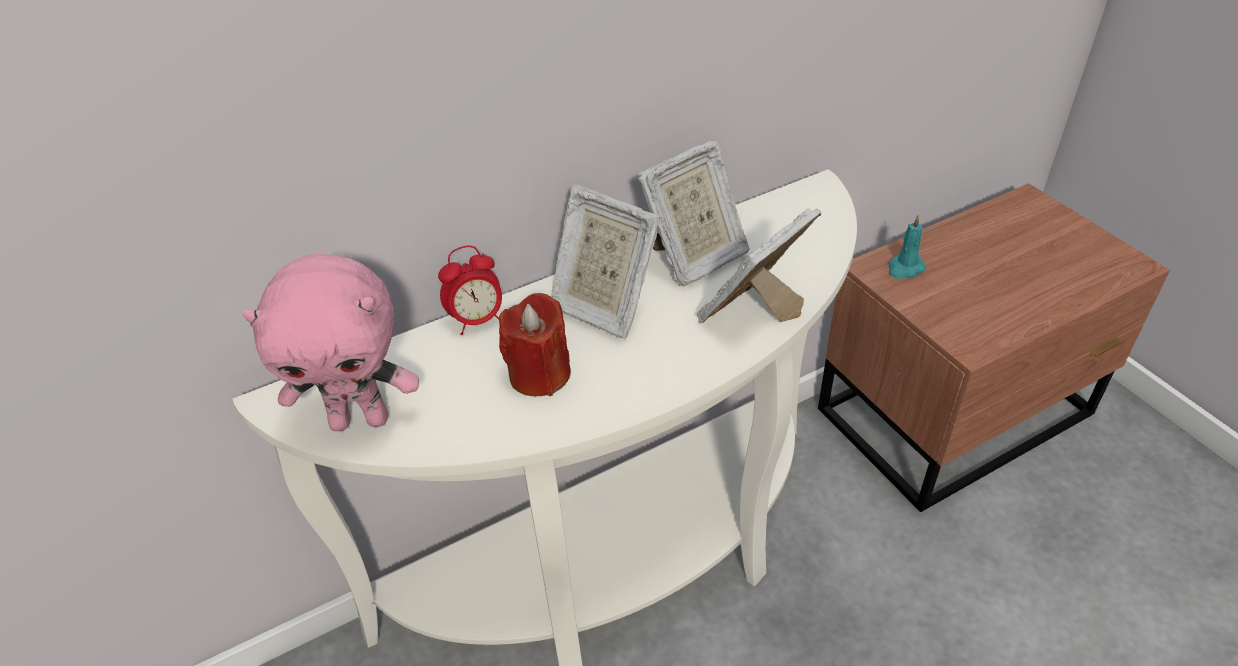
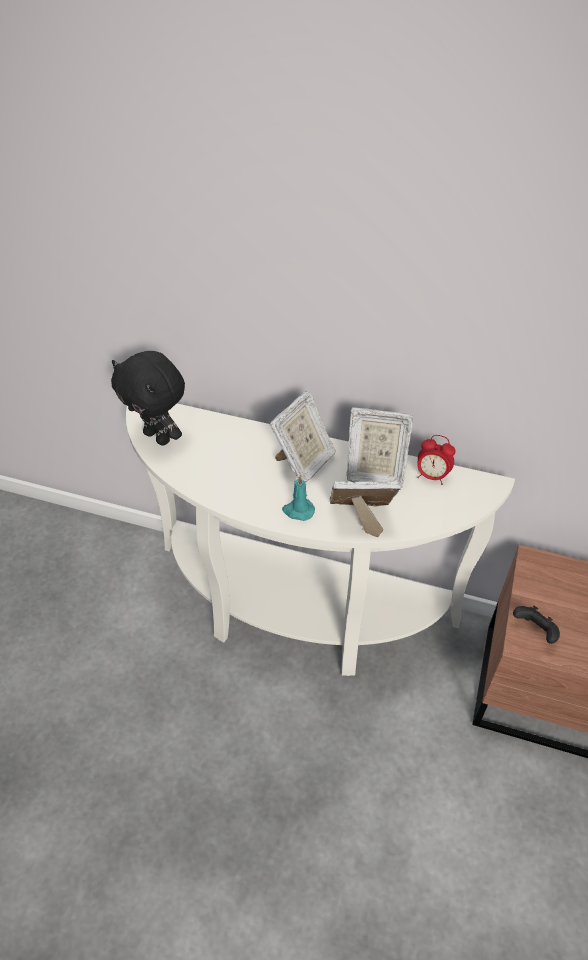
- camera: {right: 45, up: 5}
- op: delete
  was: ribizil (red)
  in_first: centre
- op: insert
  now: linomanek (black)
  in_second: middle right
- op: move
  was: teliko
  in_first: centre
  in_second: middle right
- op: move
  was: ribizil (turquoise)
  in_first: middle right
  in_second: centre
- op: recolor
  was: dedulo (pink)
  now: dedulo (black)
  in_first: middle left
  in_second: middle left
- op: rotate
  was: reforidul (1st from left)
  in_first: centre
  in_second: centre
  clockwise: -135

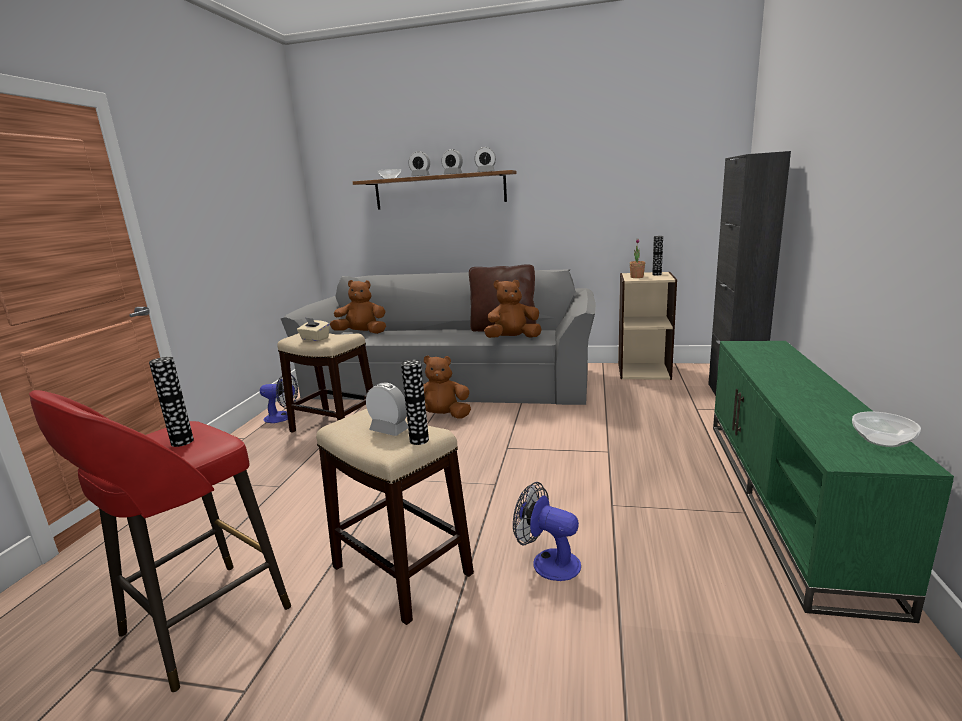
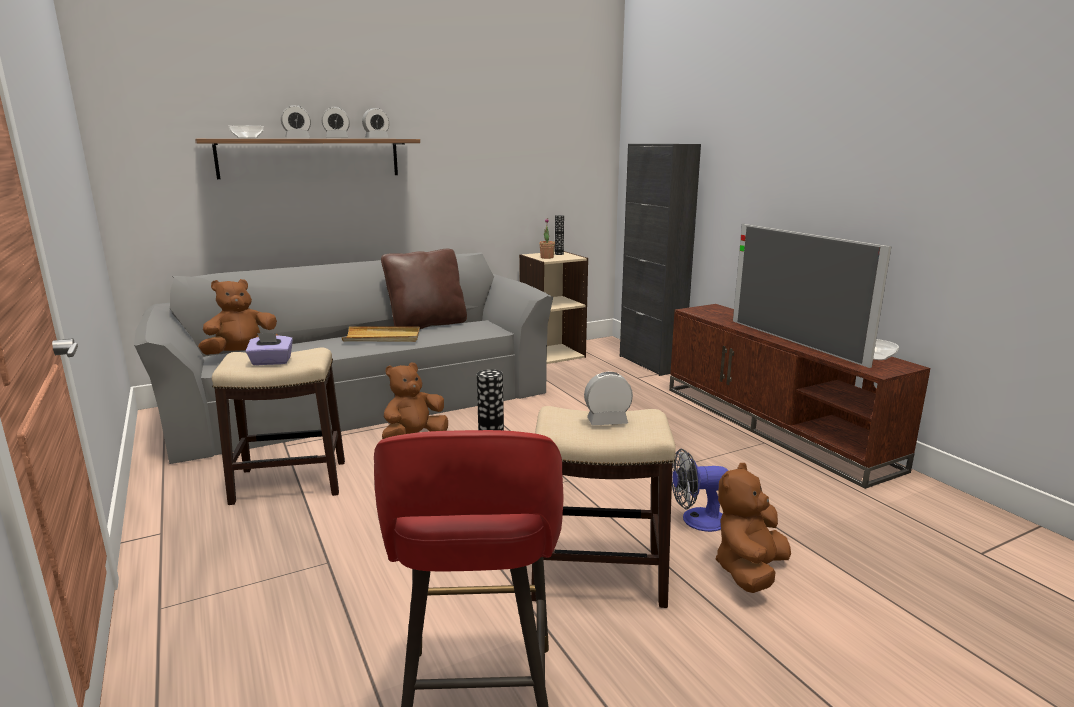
- camera: {right: -40, up: 0}
- op: delete
  was: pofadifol (1st from left)
  in_first: middle left
- op: delete
  was: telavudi (2nd from left)
  in_first: centre
- op: insert
  now: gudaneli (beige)
  in_second: centre
- op: insert
  now: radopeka
  in_second: middle right
- op: move
  was: dedulo (brown) (3rd from left)
  in_first: centre
  in_second: bottom right
- op: recolor
  was: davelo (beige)
  now: davelo (purple)
  in_first: middle left
  in_second: middle left
- op: recolor
  was: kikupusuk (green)
  now: kikupusuk (brown)
  in_first: bottom right
  in_second: middle right

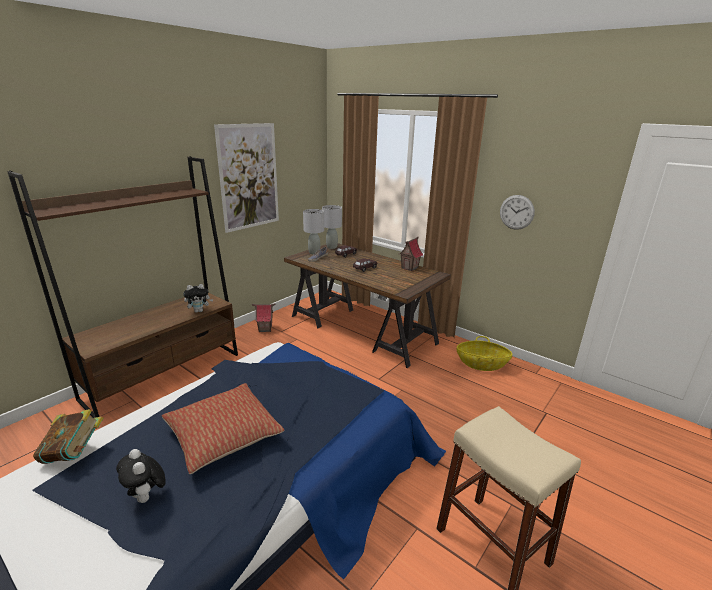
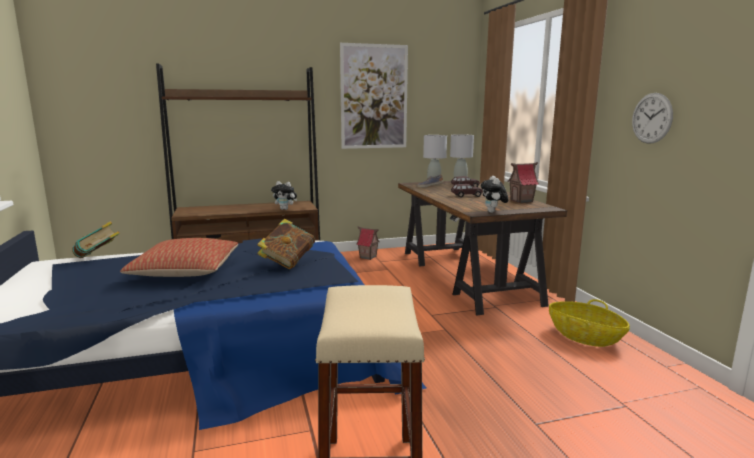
- camera: {right: 35, up: -10}
- op: insert
  now: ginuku (2nd from left)
  in_second: centre
- op: move
  was: dedulo (1st from left in the first image)
  now: dedulo (2nd from left)
  in_first: bottom left
  in_second: centre

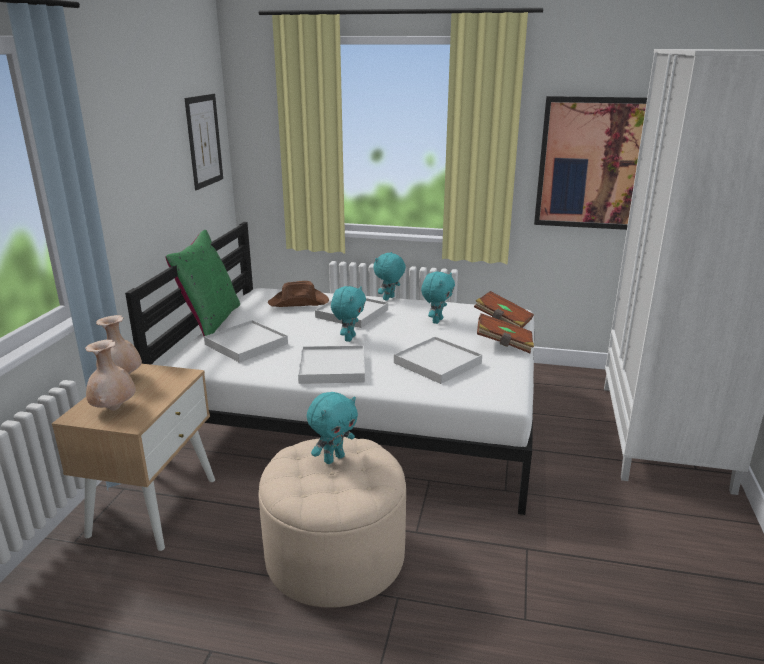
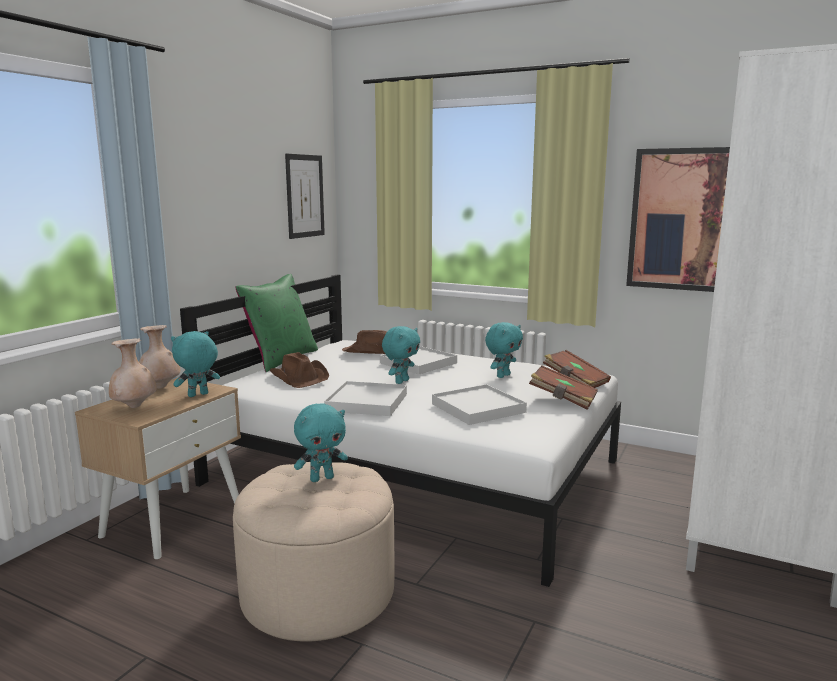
- camera: {right: 15, up: -10}
- op: move
  was: dedulo (turquoise) (3rd from left in the first image)
  now: dedulo (turquoise) (1st from left)
  in_first: centre
  in_second: middle left
- op: replace
  was: gudaneli (white) (1st from left)
  now: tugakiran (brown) (1st from left)
  in_first: middle left
  in_second: centre

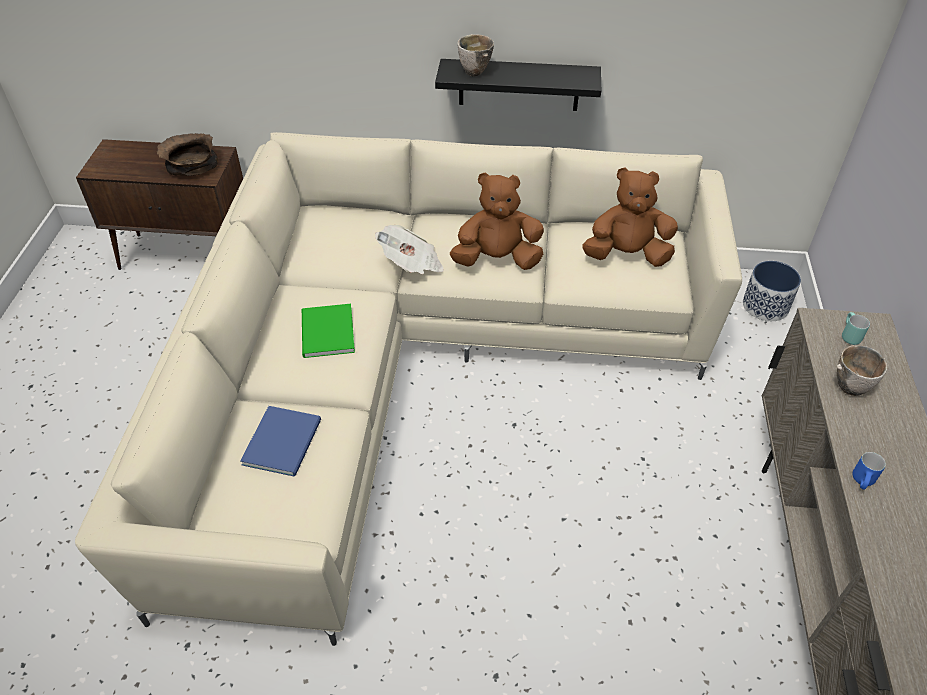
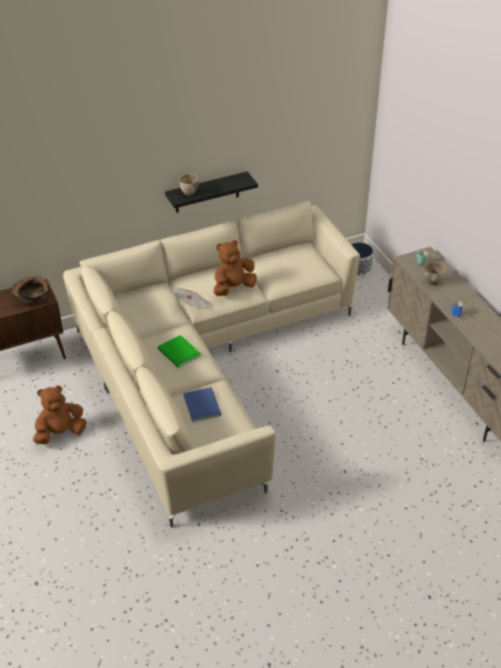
- camera: {right: -30, up: -5}
- op: move
  was: dedulo (brown) (2nd from left in the first image)
  now: dedulo (brown) (1st from left)
  in_first: top right
  in_second: middle left

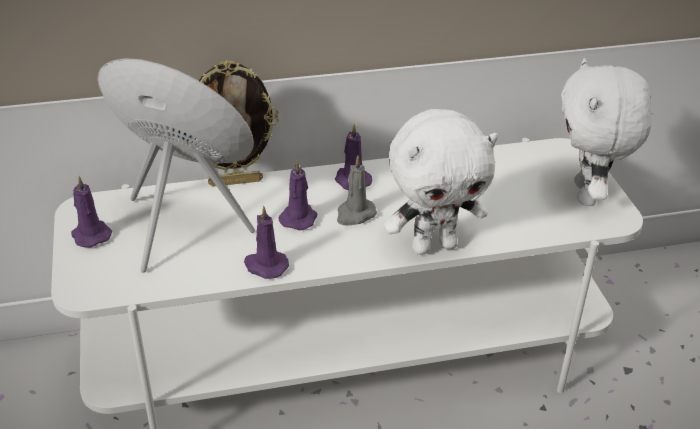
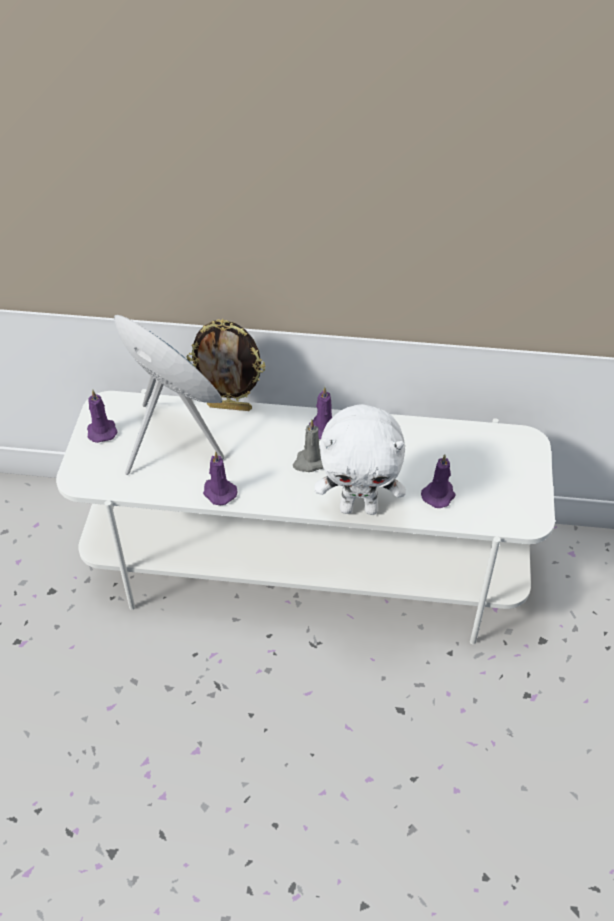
- camera: {right: 20, up: 10}
- op: delete
  was: dedulo (white) (2nd from left)
  in_first: top right
- op: move
  was: ribizil (purple) (3rd from left in the first image)
  now: ribizil (purple) (4th from left)
  in_first: centre
  in_second: middle right

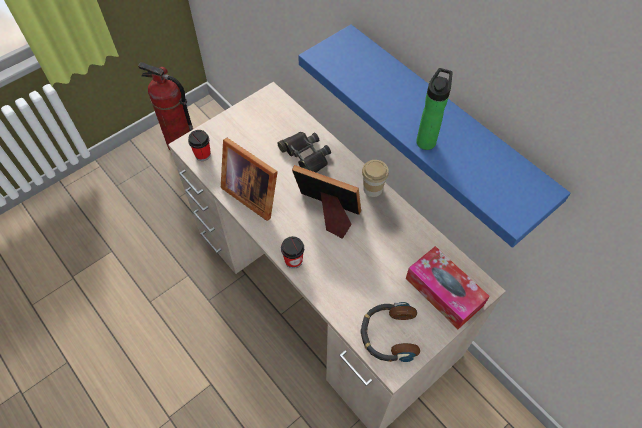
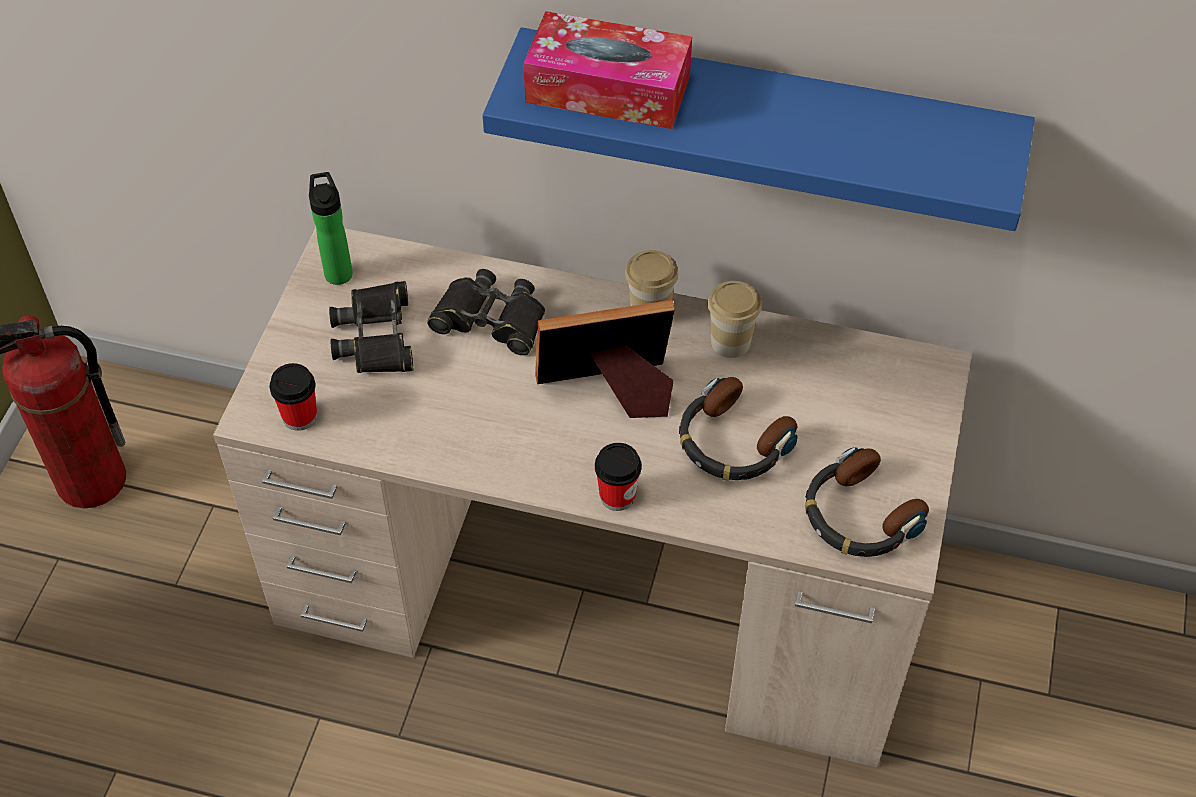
- camera: {right: -35, up: -5}
- op: delete
  was: reforidul (1st from left)
  in_first: centre
- op: insert
  now: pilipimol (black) (1st from left)
  in_second: middle left
- op: insert
  now: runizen (1st from left)
  in_second: centre
- op: insert
  now: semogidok (4th from left)
  in_second: centre
- op: move
  was: davelo
  in_first: bottom right
  in_second: top centre
- op: move
  was: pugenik
  in_first: top right
  in_second: top left

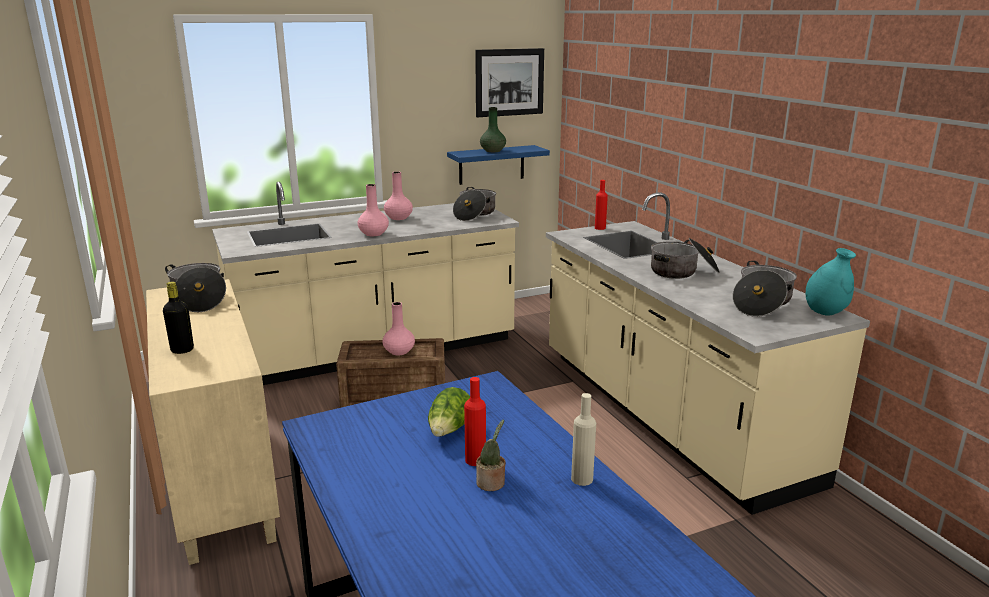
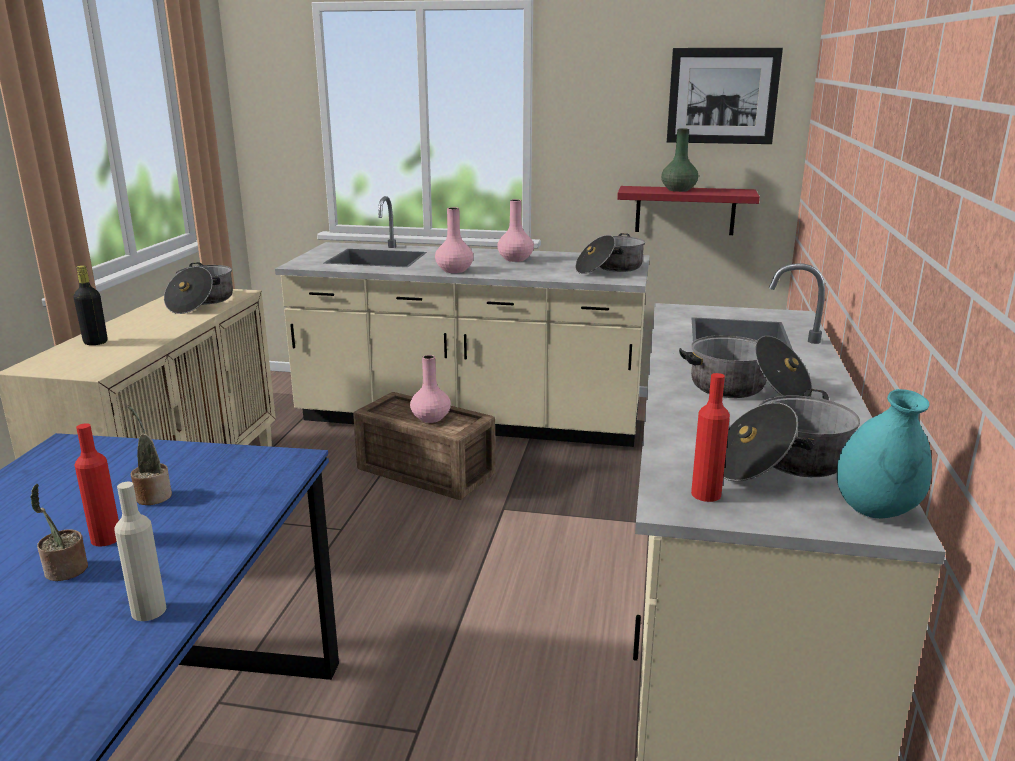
- camera: {right: 35, up: 0}
- op: move
  was: pugenik (red) (2nd from left)
  in_first: centre
  in_second: middle right
- op: replace
  was: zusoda
  now: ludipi (2nd from left)
  in_first: bottom centre
  in_second: middle left
- op: recolor
  was: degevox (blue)
  now: degevox (red)
  in_first: top centre
  in_second: top right

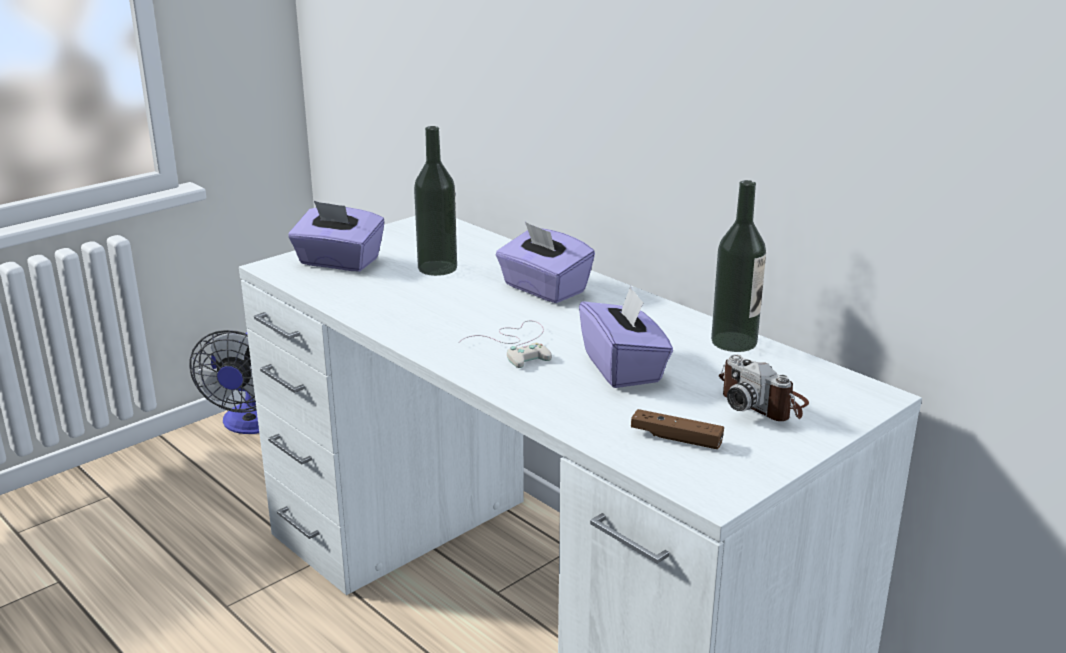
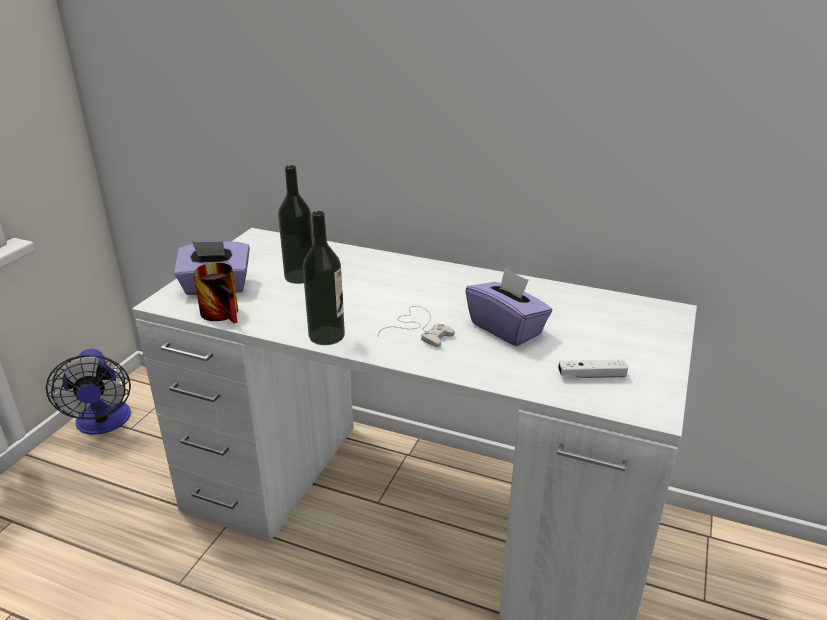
- camera: {right: -25, up: 5}
- op: delete
  was: davelo (purple) (2nd from left)
  in_first: centre
- op: delete
  was: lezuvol
  in_first: middle right
- op: insert
  now: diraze
  in_second: middle left
- op: move
  was: pugenik (2nd from left)
  in_first: middle right
  in_second: centre
- op: recolor
  was: linomanek (brown)
  now: linomanek (white) (2nd from left)
  in_first: centre
  in_second: middle right

